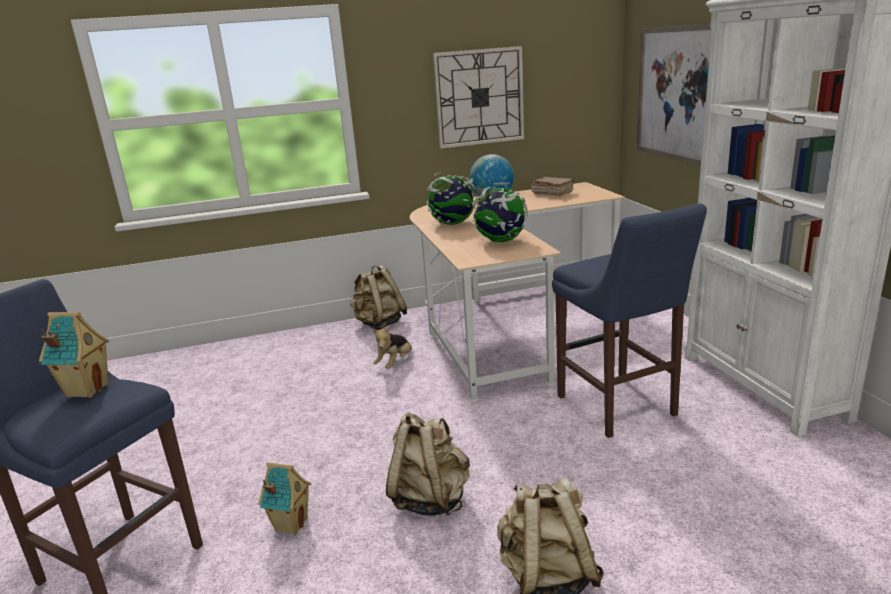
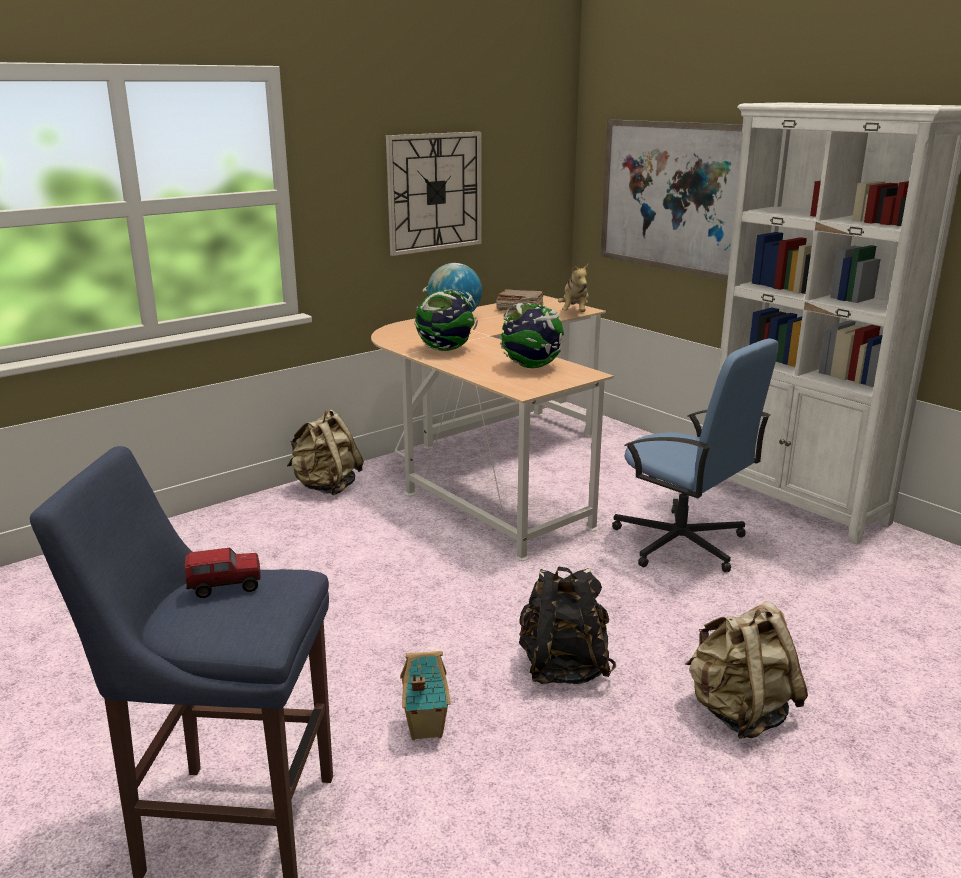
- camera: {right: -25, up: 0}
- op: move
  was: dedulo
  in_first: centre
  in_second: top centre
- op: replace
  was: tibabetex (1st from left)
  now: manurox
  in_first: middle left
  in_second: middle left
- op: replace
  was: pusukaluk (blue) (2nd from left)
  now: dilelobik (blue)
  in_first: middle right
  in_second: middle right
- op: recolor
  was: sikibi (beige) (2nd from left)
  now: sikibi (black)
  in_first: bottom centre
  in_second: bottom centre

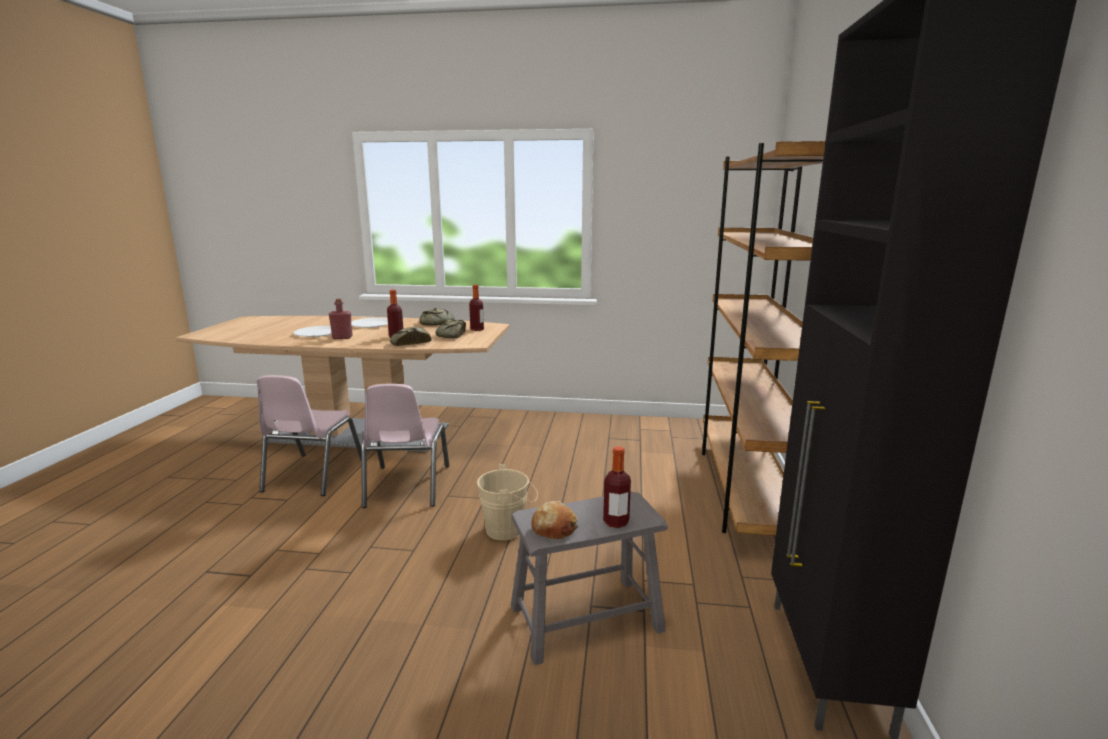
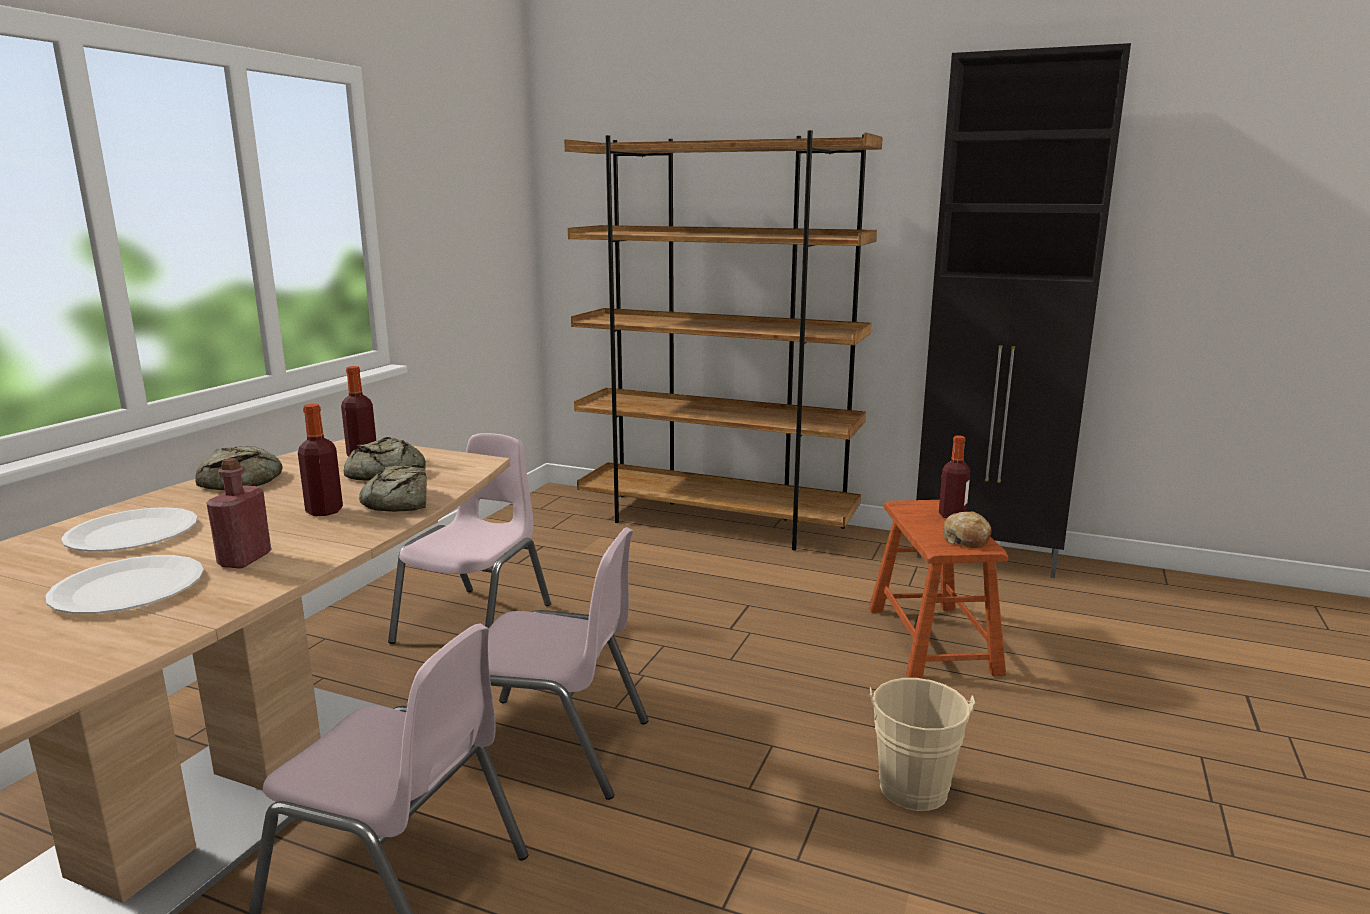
- camera: {right: -75, up: 0}
- op: insert
  now: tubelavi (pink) (2nd from left)
  in_second: centre
- op: move
  was: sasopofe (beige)
  in_first: bottom centre
  in_second: bottom right
- op: recolor
  was: pusukaluk (grey)
  now: pusukaluk (brown)
  in_first: bottom centre
  in_second: middle right

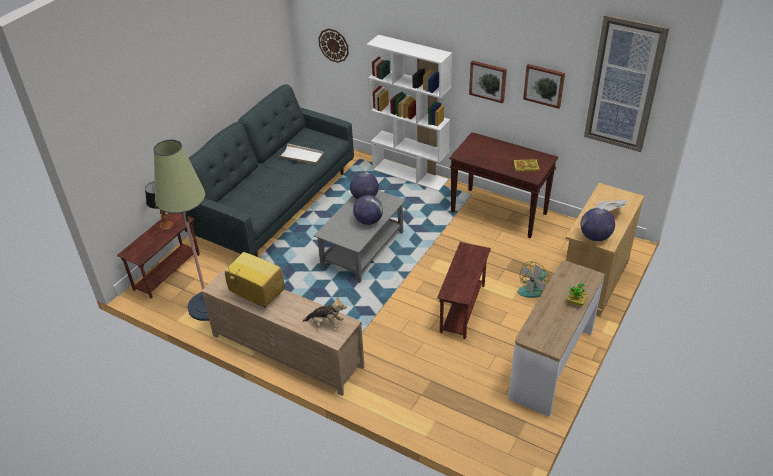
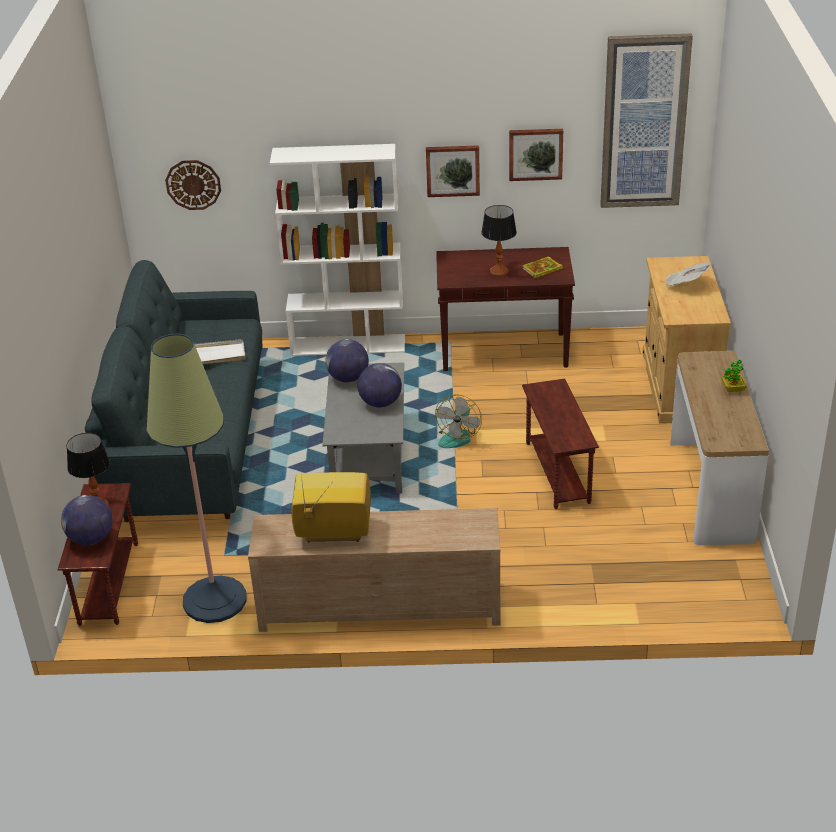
- camera: {right: -30, up: -5}
- op: delete
  was: dedulo
  in_first: centre
- op: insert
  now: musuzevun (2nd from left)
  in_second: top centre
- op: move
  was: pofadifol
  in_first: middle right
  in_second: centre
- op: move
  was: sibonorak (3rd from left in the first image)
  now: sibonorak (1st from left)
  in_first: middle right
  in_second: middle left

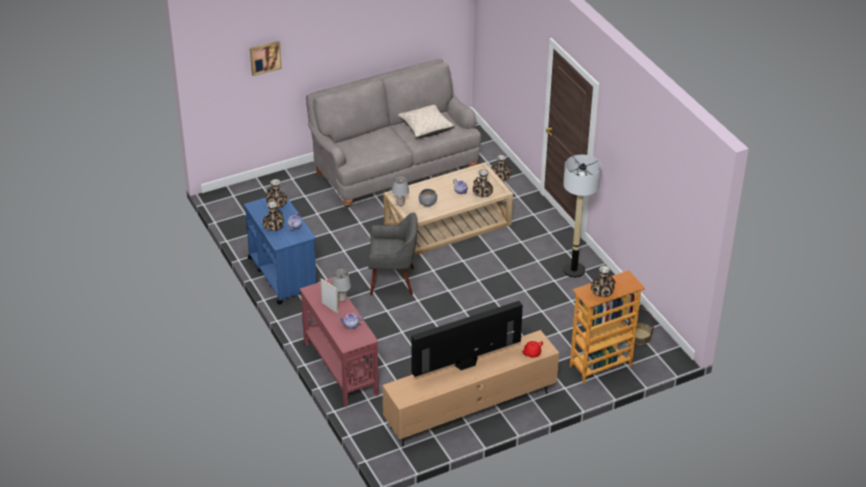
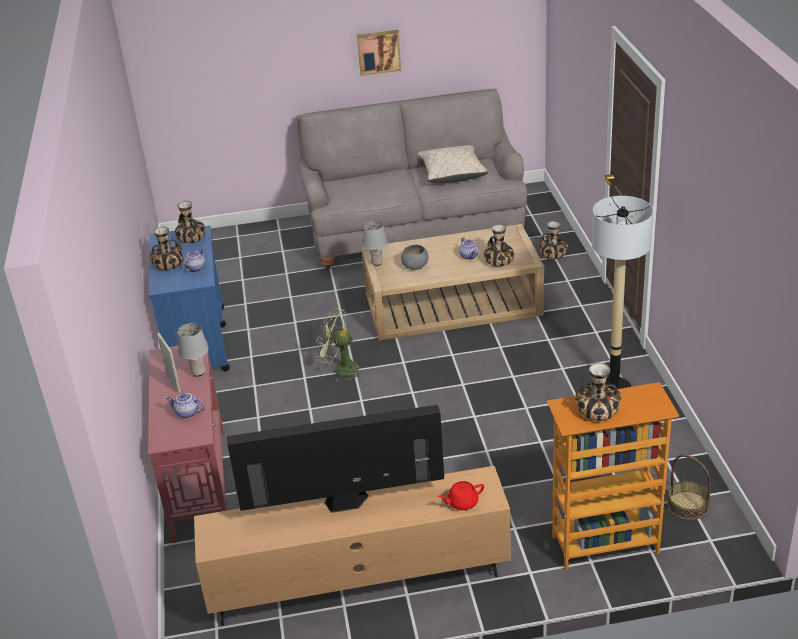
- camera: {right: 20, up: -5}
- op: move
  was: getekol
  in_first: top left
  in_second: top centre
- op: replace
  was: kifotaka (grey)
  now: pofadifol (green)
  in_first: centre
  in_second: centre

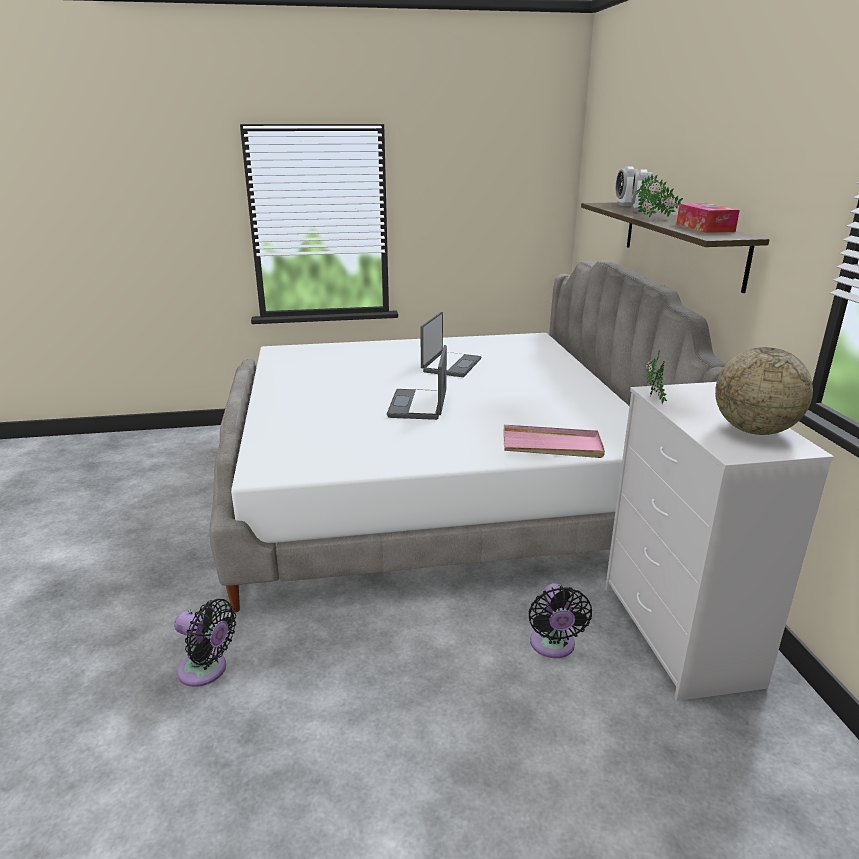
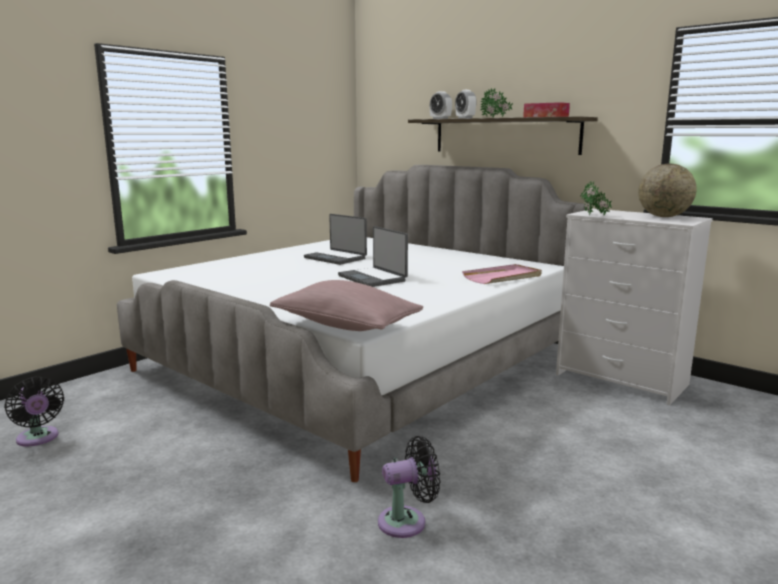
- camera: {right: -40, up: -10}
- op: insert
  now: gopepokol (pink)
  in_second: centre
- op: move
  was: pofadifol (black) (2nd from left in the first image)
  now: pofadifol (black) (1st from left)
  in_first: bottom centre
  in_second: bottom left
- op: rotate
  was: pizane (2nd from left in the first image)
  in_first: centre
  in_second: centre
  clockwise: 150

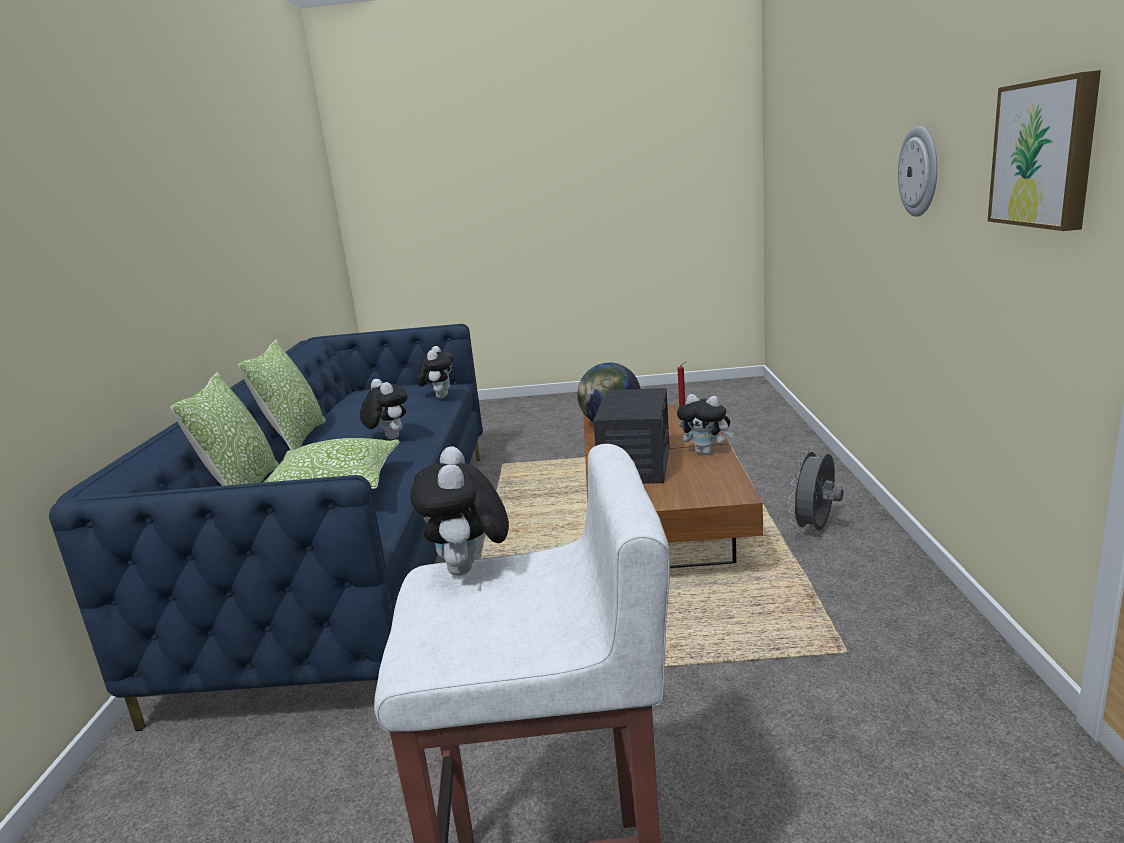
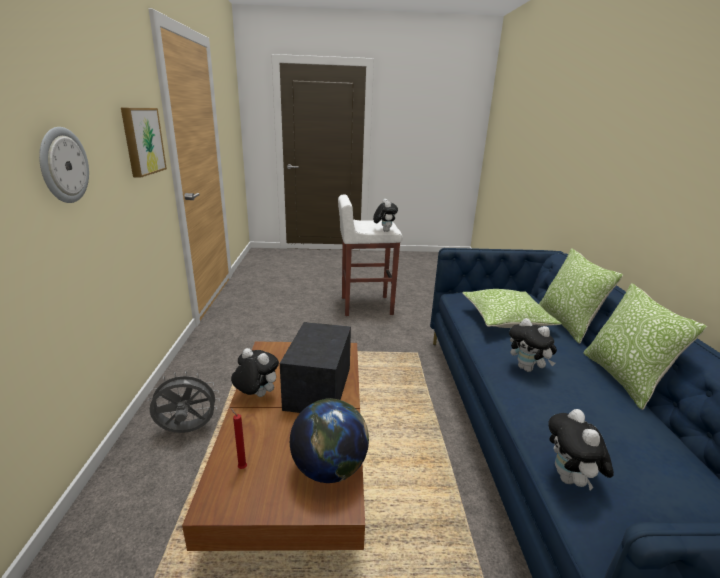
- camera: {right: 175, up: 5}
- op: rotate
  was: pofadifol (grey)
  in_first: middle right
  in_second: bottom left
  clockwise: -135

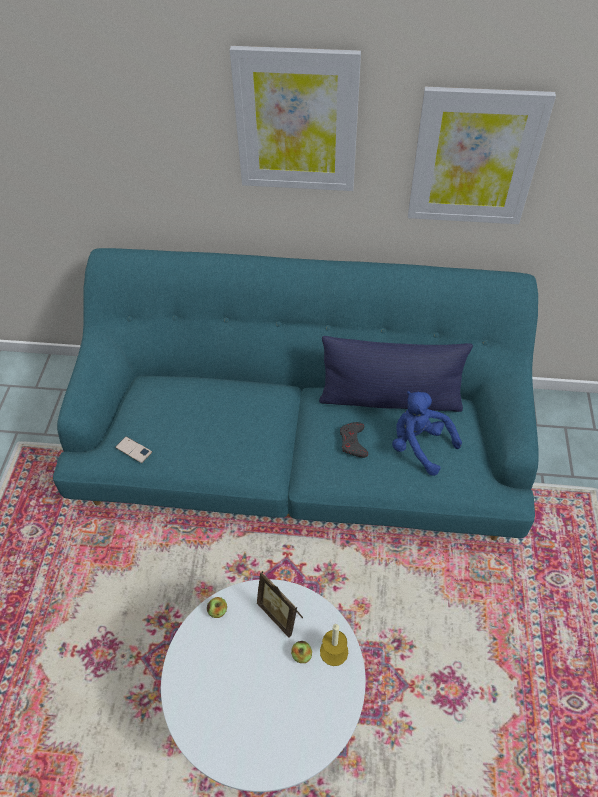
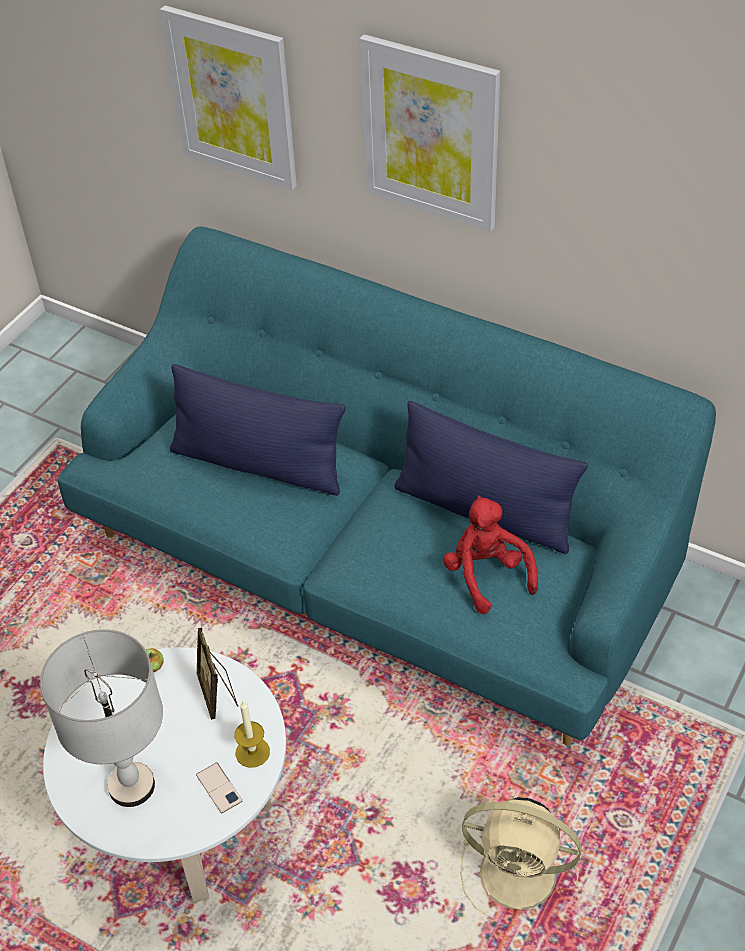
- camera: {right: 25, up: -5}
- op: delete
  was: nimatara (2nd from left)
  in_first: bottom centre
- op: delete
  was: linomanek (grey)
  in_first: centre
- op: insert
  now: musuzevun (grey)
  in_second: bottom left
- op: insert
  now: gopepokol (blue) (1st from left)
  in_second: centre
- op: insert
  now: pofadifol (beige)
  in_second: bottom right
- op: move
  was: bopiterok
  in_first: middle left
  in_second: bottom left
- op: move
  was: getekol (2nd from left in the first image)
  now: getekol (1st from left)
  in_first: top right
  in_second: top left
- op: recolor
  was: dedulo (blue)
  now: dedulo (red)
  in_first: middle right
  in_second: centre

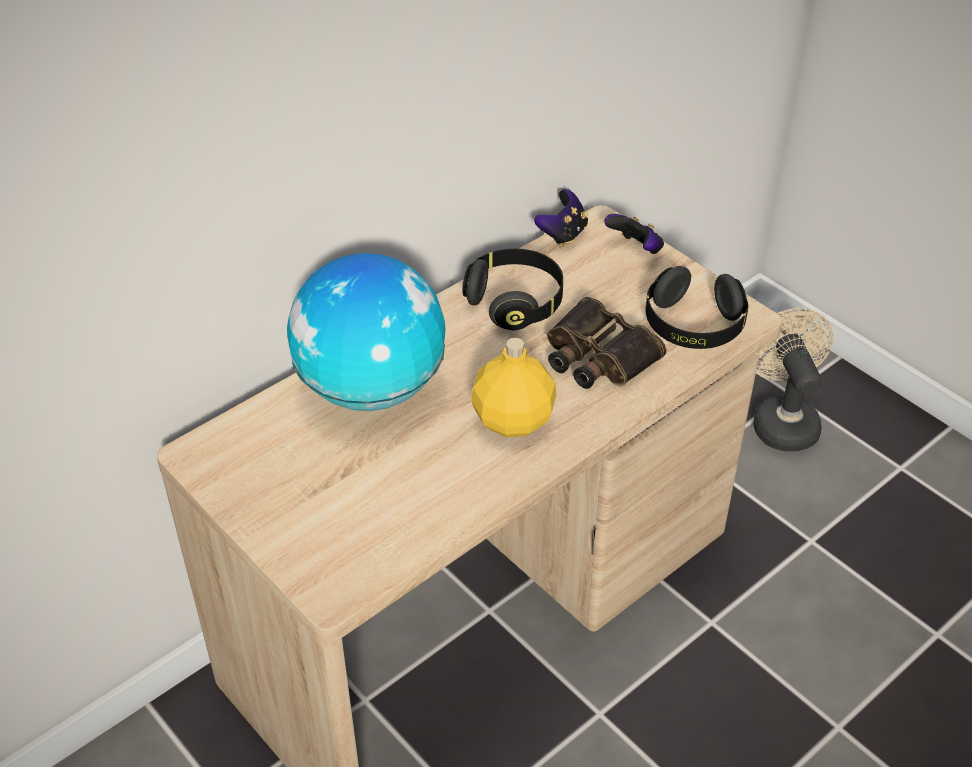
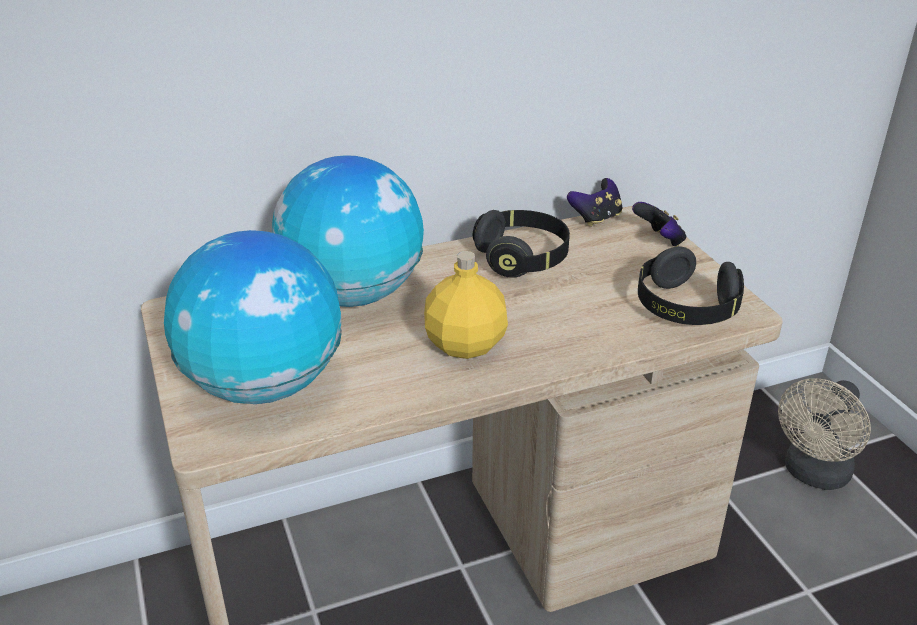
- camera: {right: 20, up: -10}
- op: delete
  was: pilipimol
  in_first: centre
- op: insert
  now: sibonorak (1st from left)
  in_second: middle left
- op: rotate
  was: pofadifol (beige)
  in_first: middle right
  in_second: bottom right
  clockwise: -150

